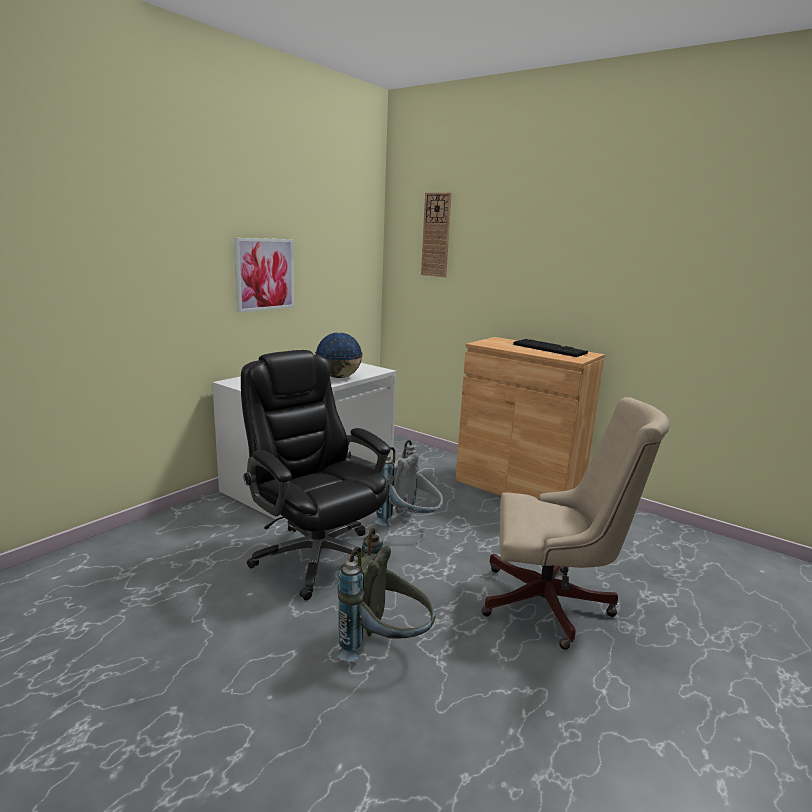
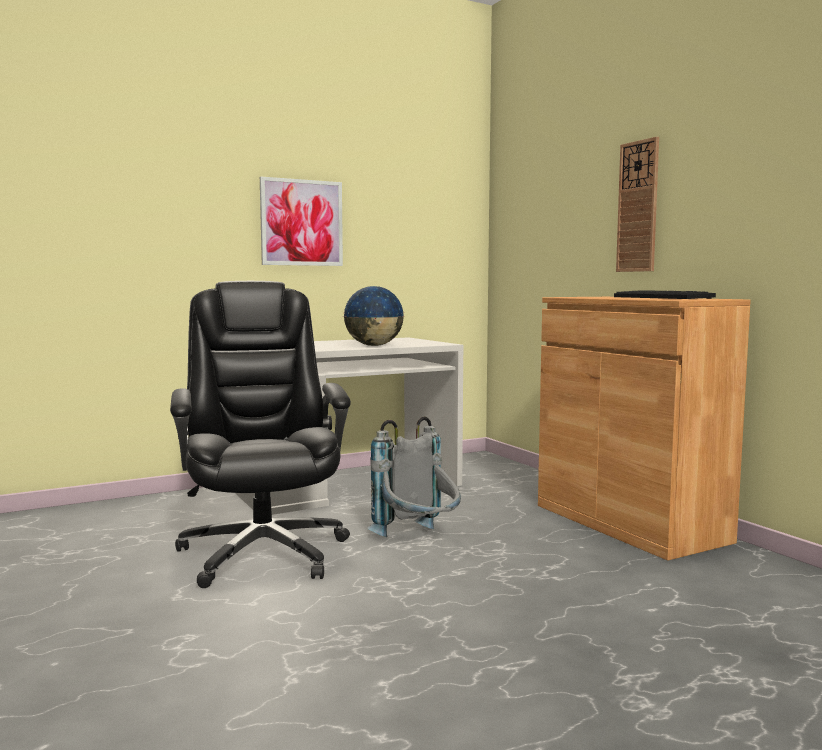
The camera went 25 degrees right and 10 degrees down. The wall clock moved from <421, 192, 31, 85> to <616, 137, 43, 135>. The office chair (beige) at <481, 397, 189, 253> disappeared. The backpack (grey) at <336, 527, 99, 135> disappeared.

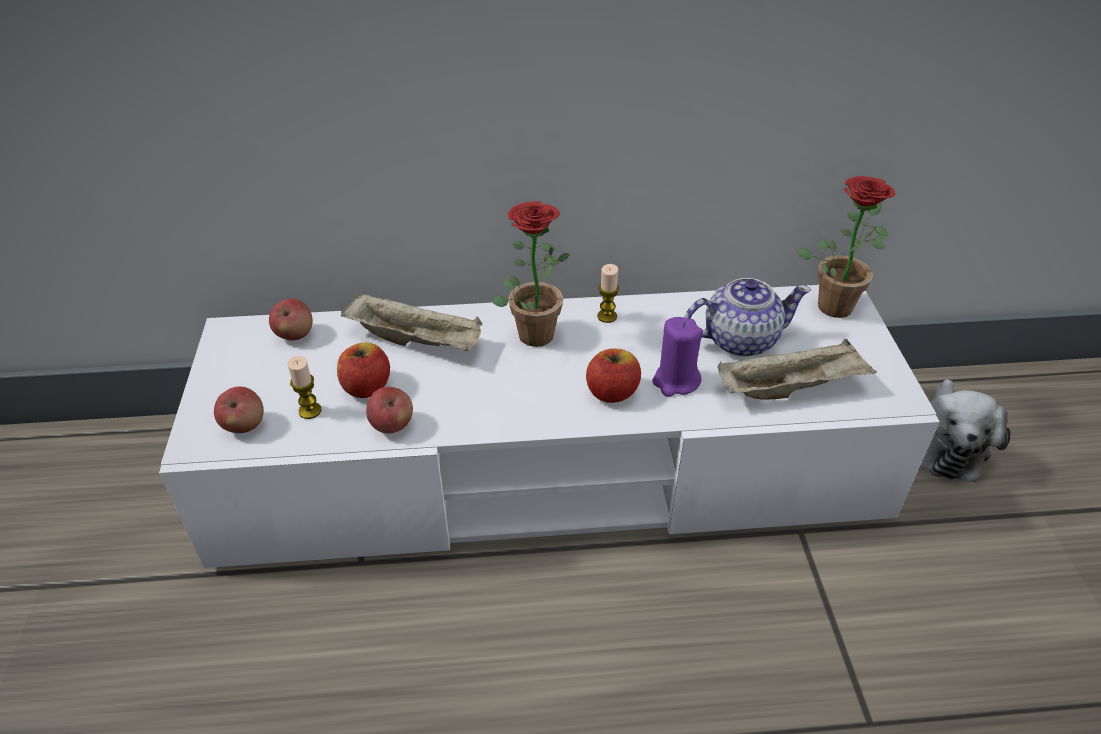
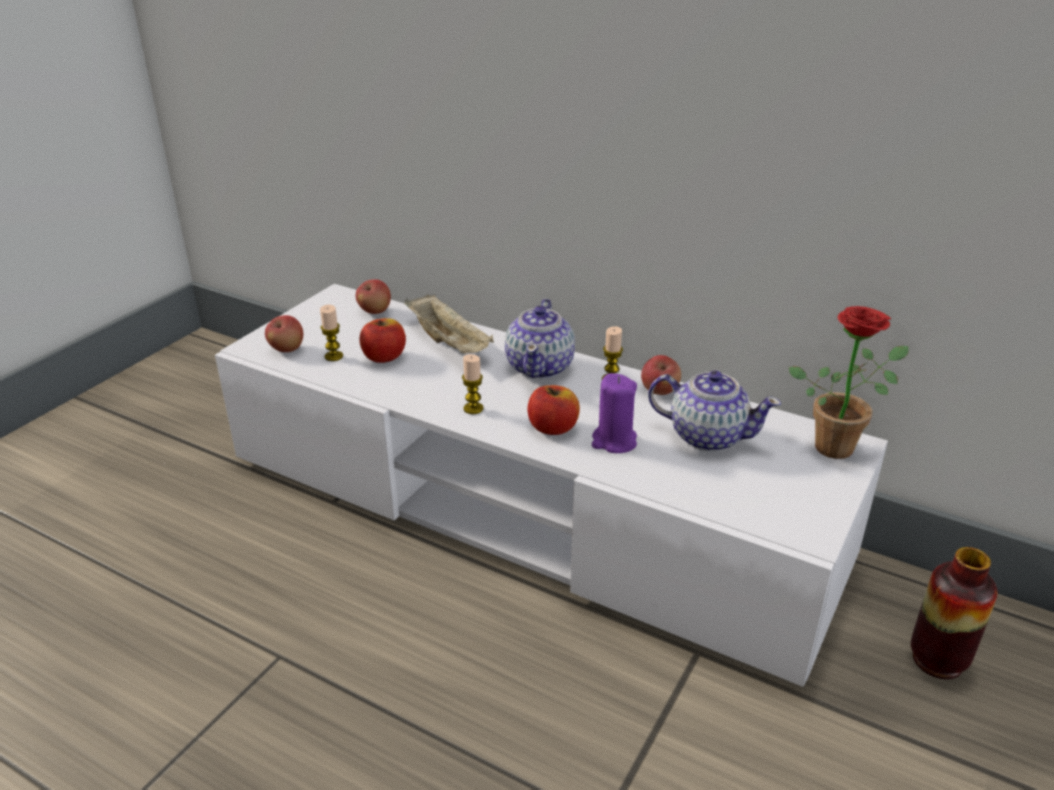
The camera went 35 degrees right and 10 degrees down. The potted plant at <493, 201, 77, 146> was replaced by the teapot at <505, 299, 70, 80>. The tray (beige) at <718, 339, 159, 61> disappeared. The plush toy at <920, 379, 91, 104> was replaced by the vase at <911, 547, 87, 132>. The apple moved from <366, 387, 47, 47> to <641, 355, 40, 40>. The candle at <462, 354, 22, 60> appeared.

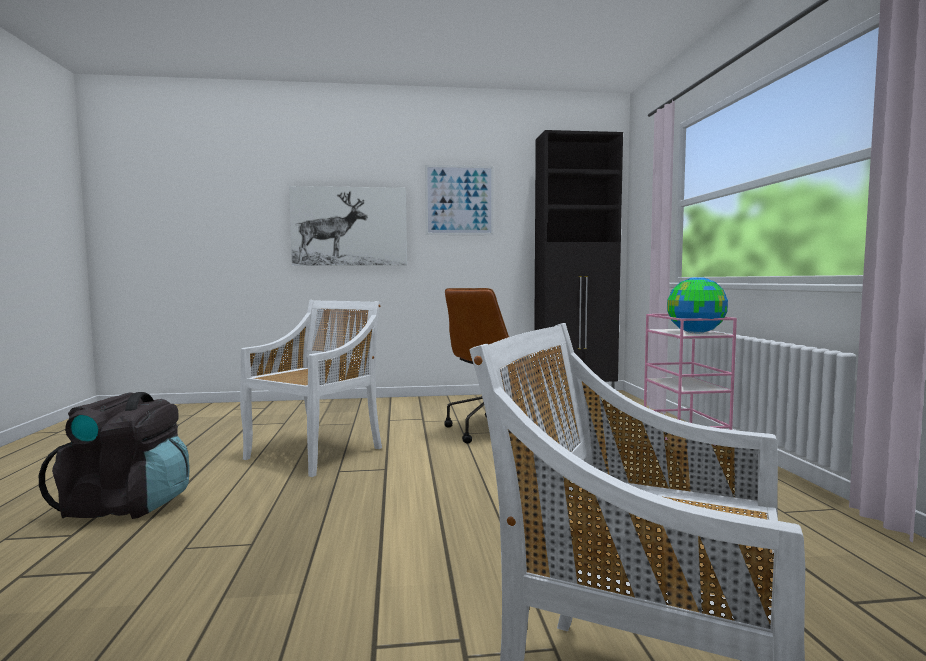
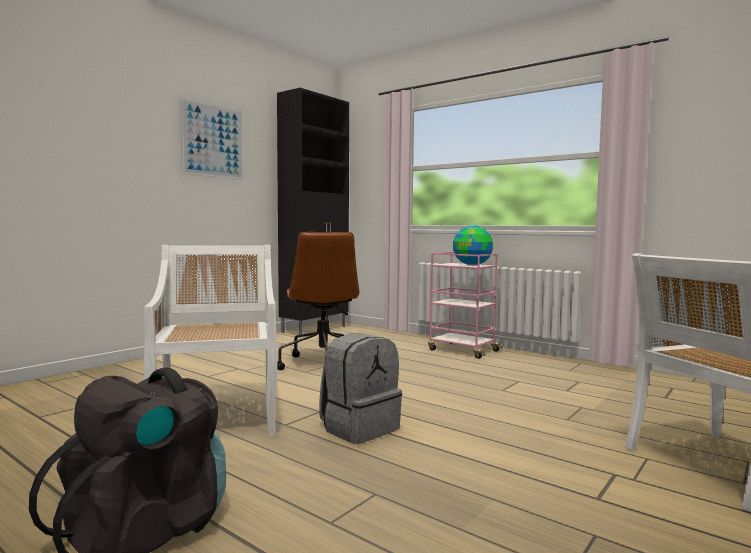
The camera went 45 degrees left and 0 degrees up. The picture at <289, 186, 118, 80> disappeared. The backpack (grey) at <319, 333, 83, 111> appeared.

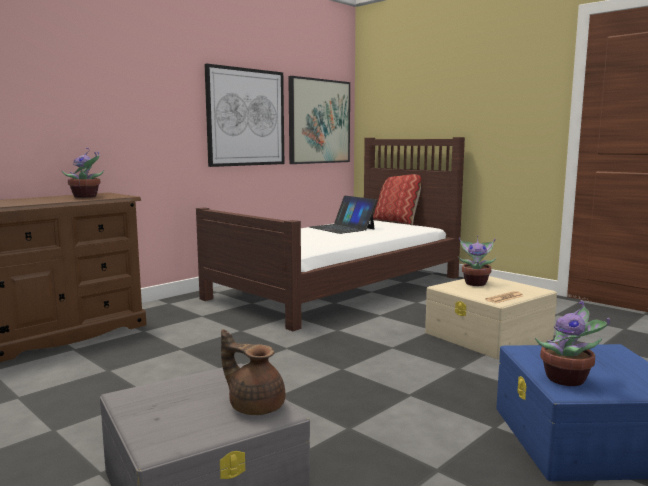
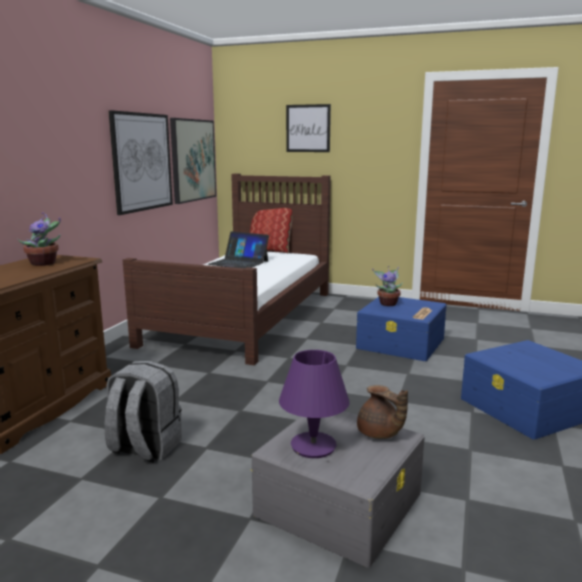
The camera went 25 degrees left and 5 degrees up. The storage box (beige) at <425, 276, 132, 84> became the storage box (blue) at <356, 297, 91, 64>. The potted plant at <535, 300, 75, 86> disappeared. The teapot (brown) at <221, 329, 64, 86> turned 135 degrees counterclockwise. The picture at <286, 104, 45, 48> appeared. The table lamp (purple) at <279, 350, 71, 108> appeared. The backpack (grey) at <104, 361, 78, 102> appeared.

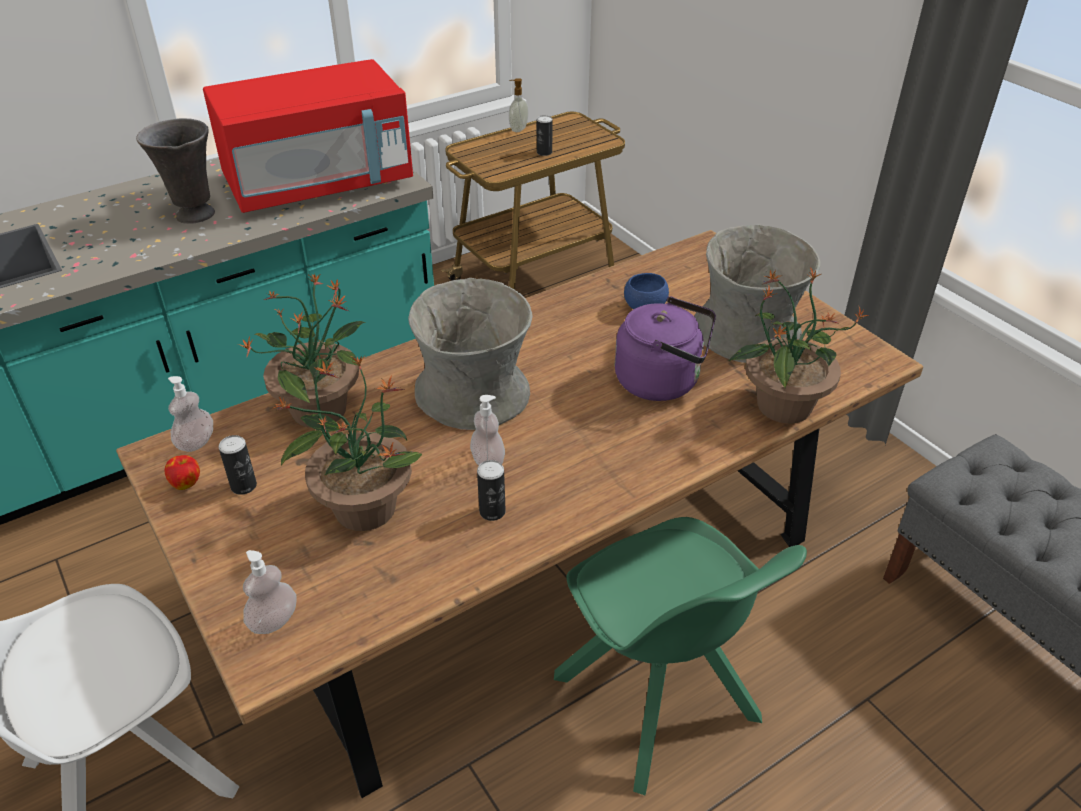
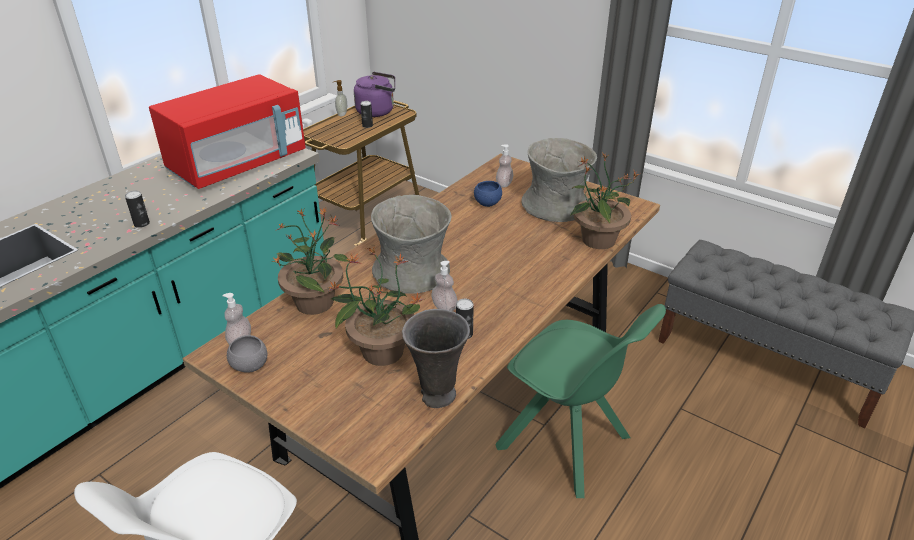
The camera went 20 degrees left and 5 degrees down. The vase (grey) moved from <136, 118, 79, 106> to <402, 309, 68, 99>. The kettle (purple) moved from <615, 297, 101, 104> to <354, 72, 41, 45>. The can moved from <219, 435, 38, 60> to <125, 191, 25, 37>. The apple at <165, 455, 35, 35> was replaced by the bowl (grey) at <227, 335, 40, 38>. The soap dispenser moved from <243, 550, 54, 84> to <496, 144, 17, 43>.

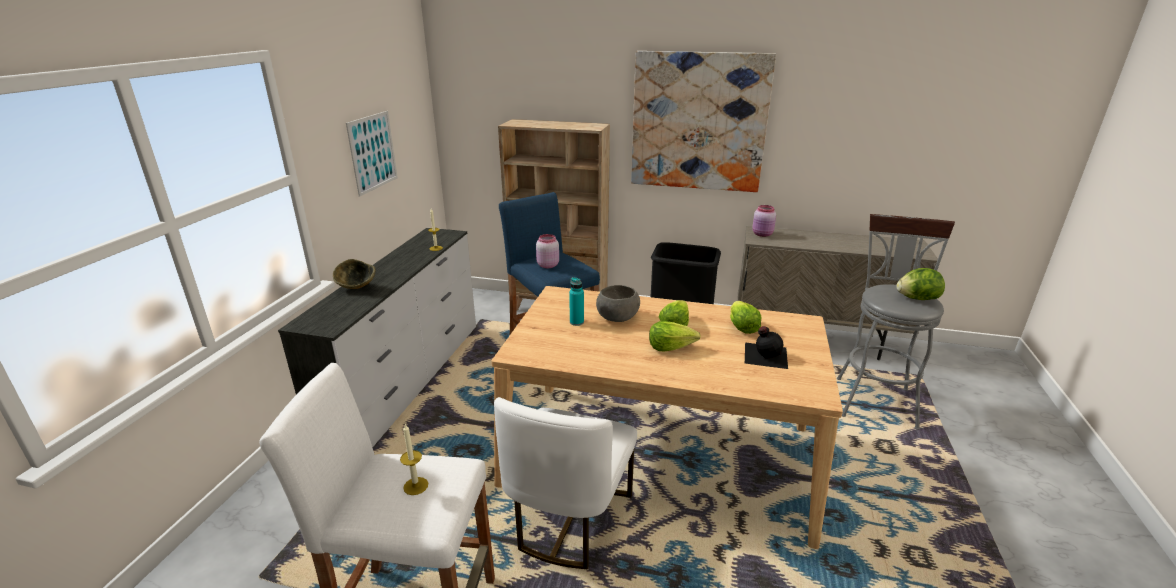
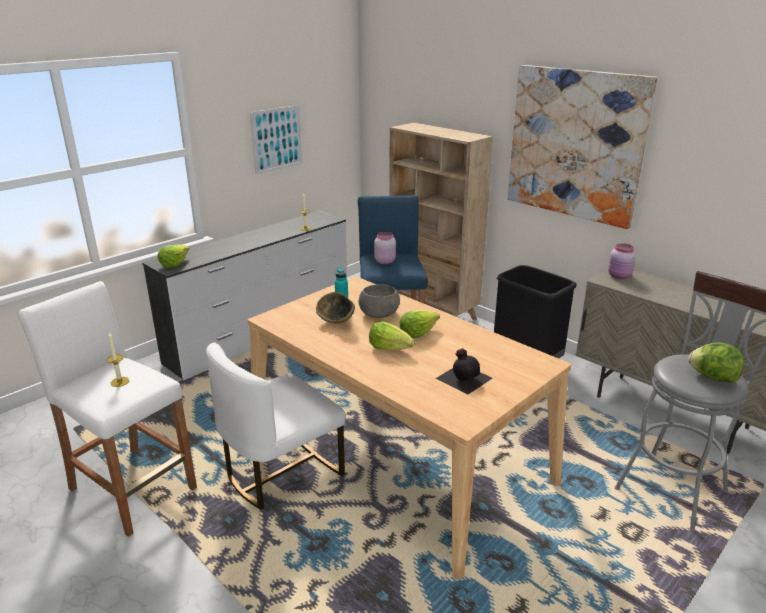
The camera went 30 degrees right and 0 degrees up. The bowl moved from <333, 259, 42, 30> to <316, 292, 39, 32>. The lettuce moved from <730, 301, 32, 33> to <157, 244, 32, 24>.

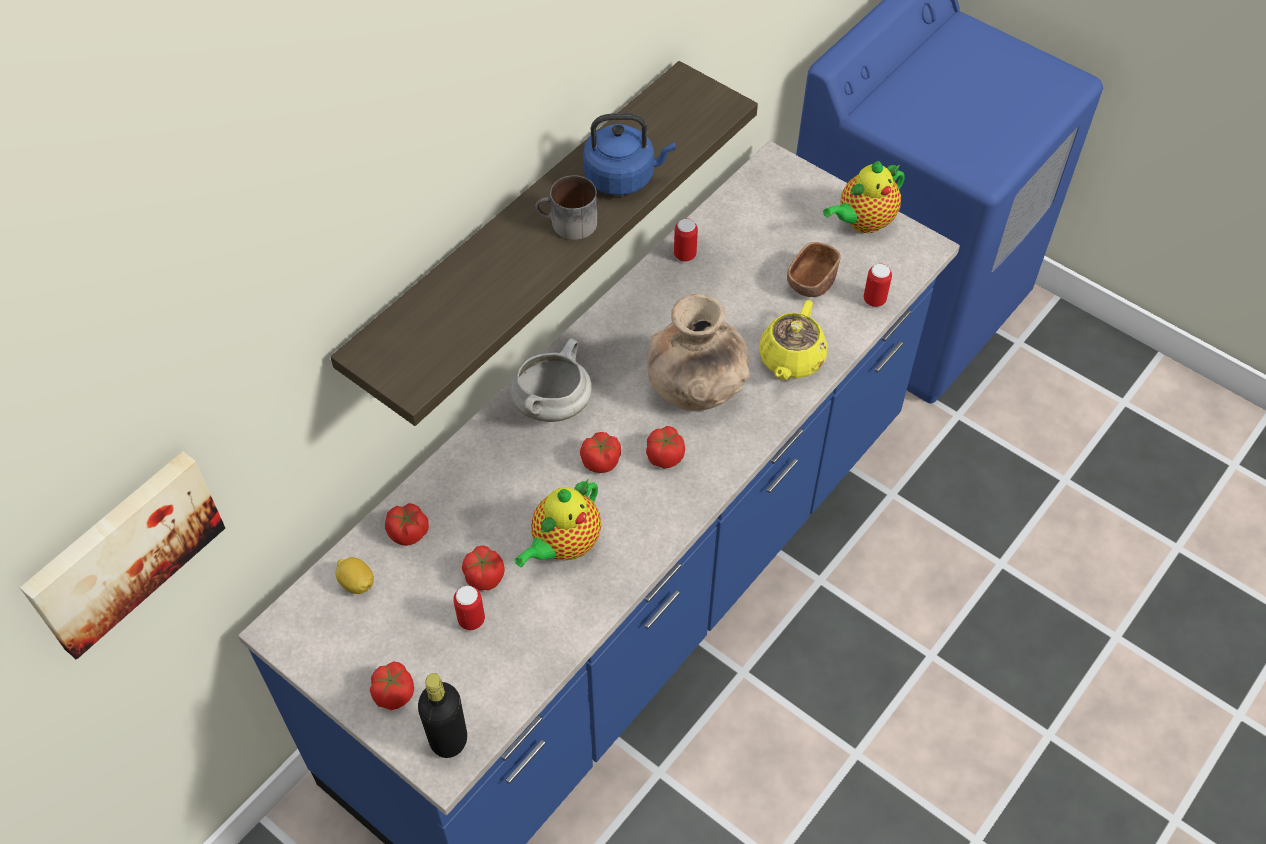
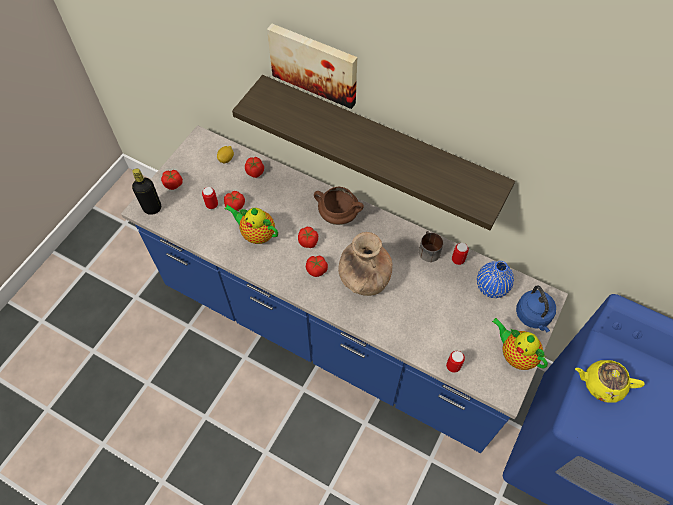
The camera went 80 degrees right and 5 degrees up. The kettle (blue) moved from <583, 113, 93, 82> to <516, 285, 40, 47>. The mug moved from <535, 175, 62, 65> to <419, 231, 24, 31>. The bowl (brown) at <787, 242, 54, 55> disappeared. The teapot (yellow) moved from <759, 300, 69, 80> to <575, 360, 70, 43>. The cooking pot (white) at <510, 339, 82, 83> became the cooking pot (brown) at <314, 187, 50, 38>. The picture moved from <20, 451, 205, 208> to <267, 24, 90, 85>. The vase (blue) at <477, 261, 37, 37> appeared.

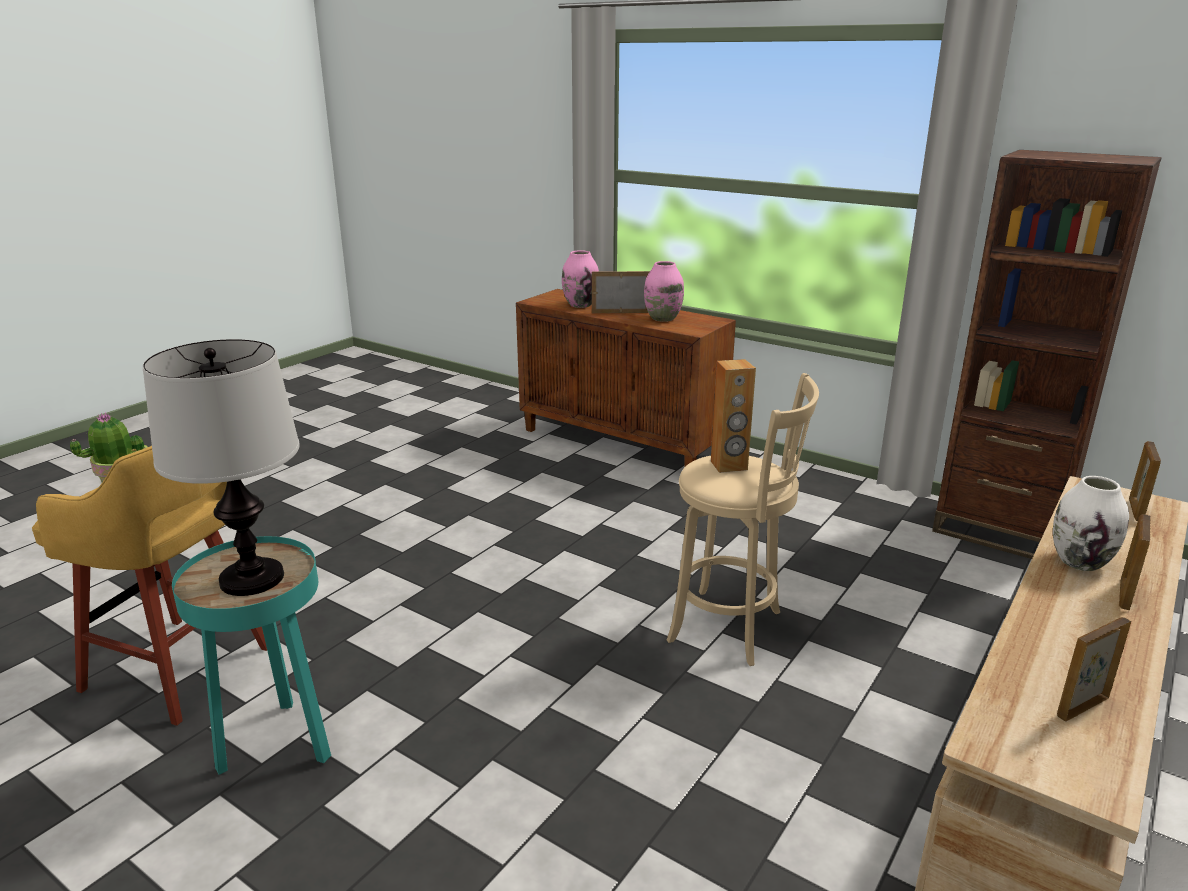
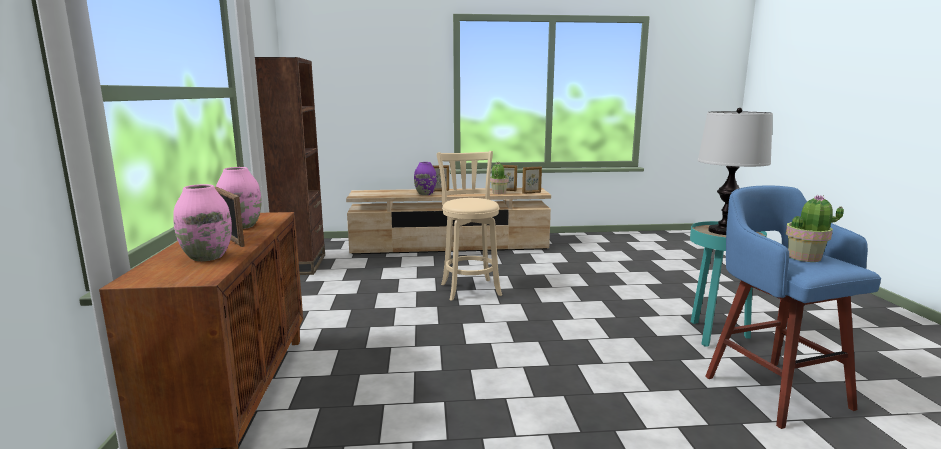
The camera went 130 degrees left and 10 degrees down. The speaker (brown) at <711, 359, 45, 114> disappeared. The picture frame moved from <1129, 441, 32, 80> to <522, 166, 20, 28>. The stool (yellow) at <32, 446, 235, 280> became the stool (blue) at <705, 186, 176, 243>. The vase (white) at <1053, 476, 76, 95> became the vase (purple) at <414, 162, 23, 33>. The potted plant at <490, 162, 19, 32> appeared.

